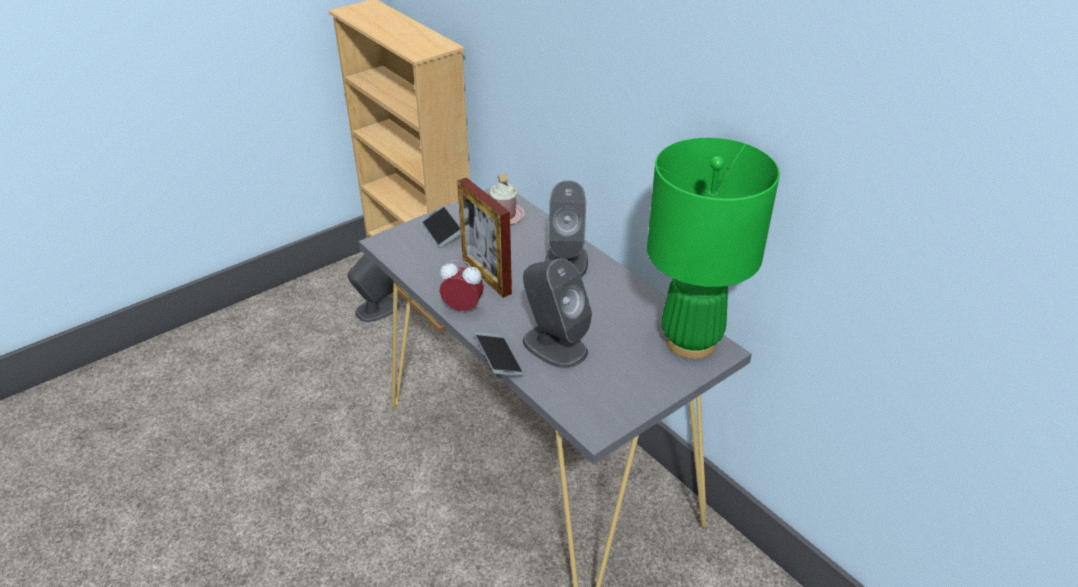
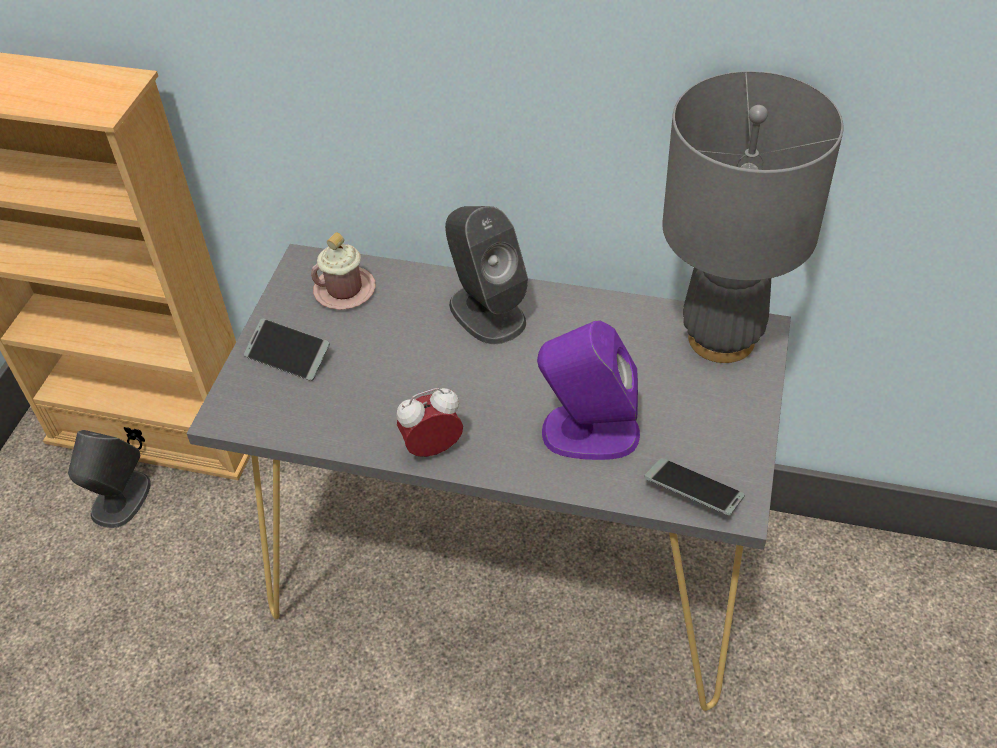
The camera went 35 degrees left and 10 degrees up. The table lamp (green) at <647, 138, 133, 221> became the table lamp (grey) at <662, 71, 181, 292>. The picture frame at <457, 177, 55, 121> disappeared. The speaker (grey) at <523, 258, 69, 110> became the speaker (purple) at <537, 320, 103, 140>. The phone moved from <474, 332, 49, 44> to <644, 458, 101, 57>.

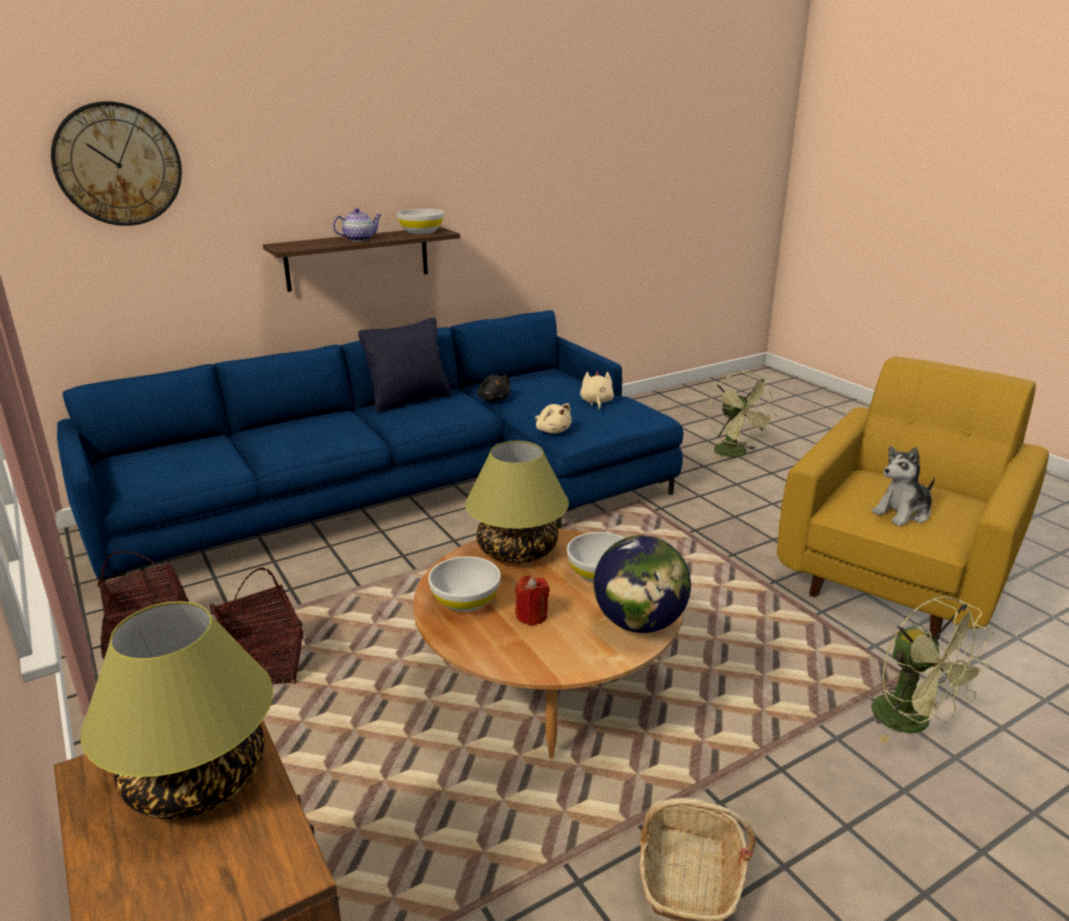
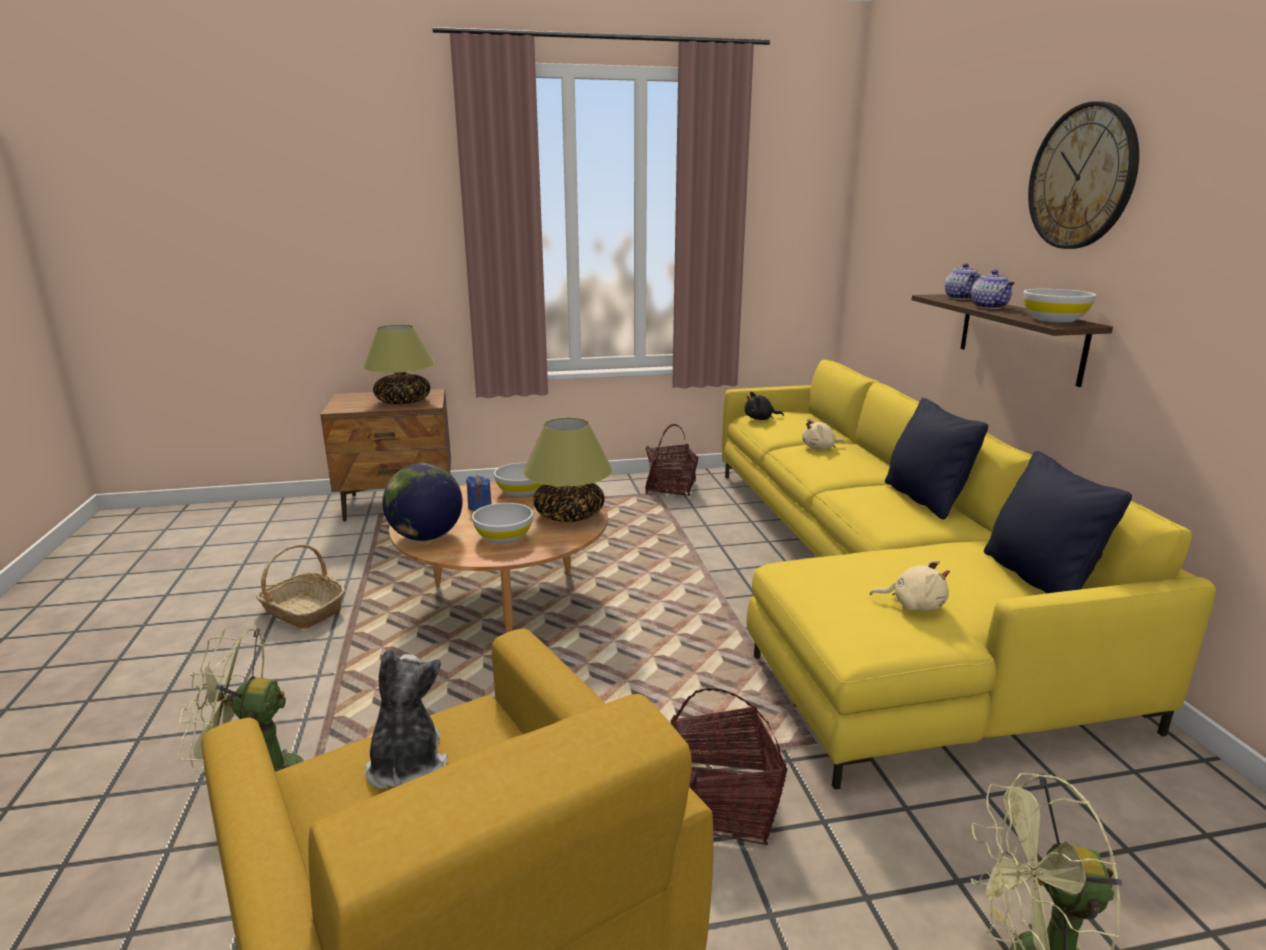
The camera went 110 degrees right and 5 degrees down. The wall clock moved from <51, 101, 131, 125> to <1028, 101, 111, 148>. The sofa (blue) at <57, 310, 626, 276> became the sofa (yellow) at <722, 360, 494, 430>. The plush toy (black) moved from <478, 375, 33, 27> to <744, 392, 40, 28>. The plush toy (beige) moved from <535, 403, 37, 31> to <802, 418, 42, 32>. The basket moved from <210, 567, 94, 117> to <670, 688, 117, 157>. The candle (red) at <515, 576, 35, 50> became the candle (blue) at <466, 475, 26, 36>. The teapot at <945, 263, 35, 37> appeared. The pillow (black) at <984, 451, 148, 143> appeared.

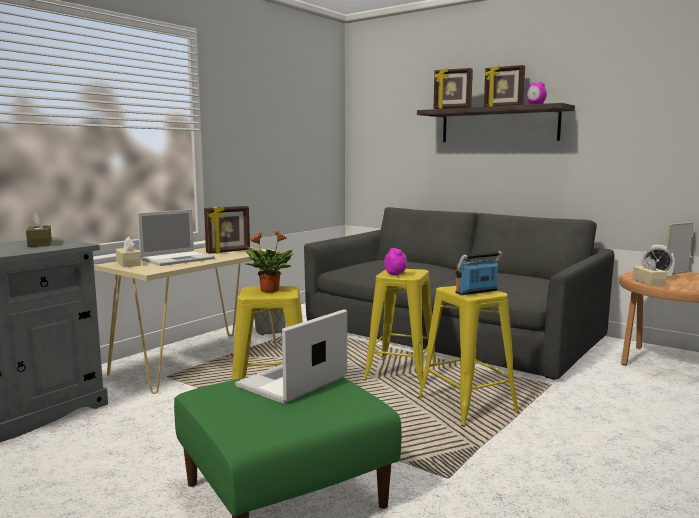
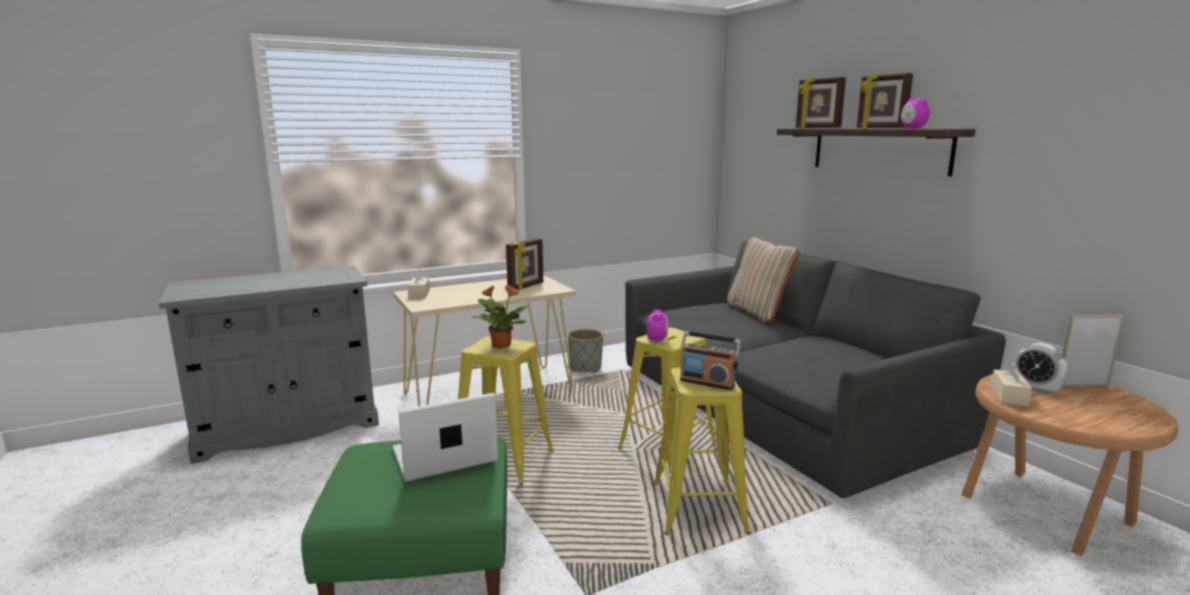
The camera went 25 degrees right and 5 degrees up. The picture frame at <204, 206, 46, 48> turned 45 degrees counterclockwise. The laptop at <137, 209, 78, 57> disappeared. The tissue box (brown) at <26, 212, 26, 35> disappeared. The radio at <455, 251, 47, 44> turned 150 degrees counterclockwise. The pillow (beige) at <727, 237, 72, 86> appeared.

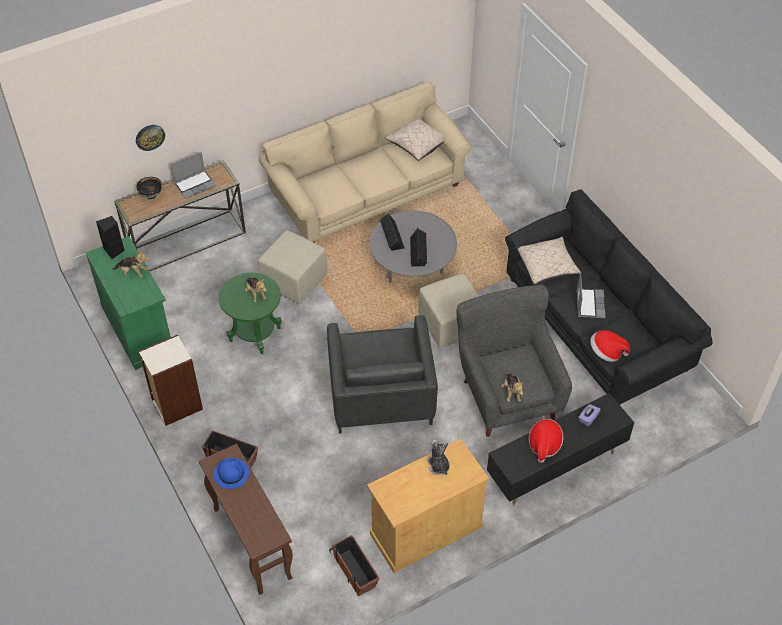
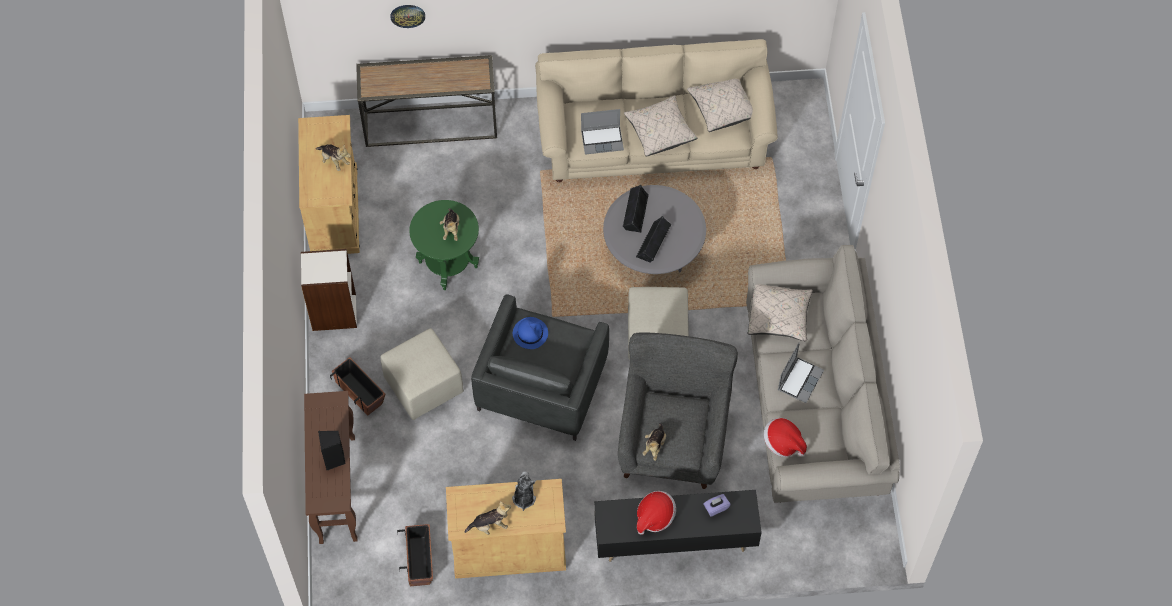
The camera went 25 degrees right and 10 degrees up. The laptop moved from <171, 152, 45, 47> to <581, 109, 43, 46>. The bowl (black) at <136, 177, 26, 22> disappeared. The sofa (black) at <505, 189, 208, 216> became the sofa (beige) at <746, 245, 154, 258>. The speaker (black) moved from <96, 216, 29, 43> to <318, 431, 28, 39>. The ottoman (beige) moved from <258, 230, 70, 75> to <381, 328, 83, 92>. The cabinet (green) at <86, 236, 85, 134> became the cabinet (beige) at <298, 115, 62, 139>. The hat (blue) moved from <214, 458, 35, 31> to <513, 317, 35, 32>. The pillow (beige) at <624, 95, 73, 62> appeared. The plush toy at <464, 501, 47, 34> appeared.

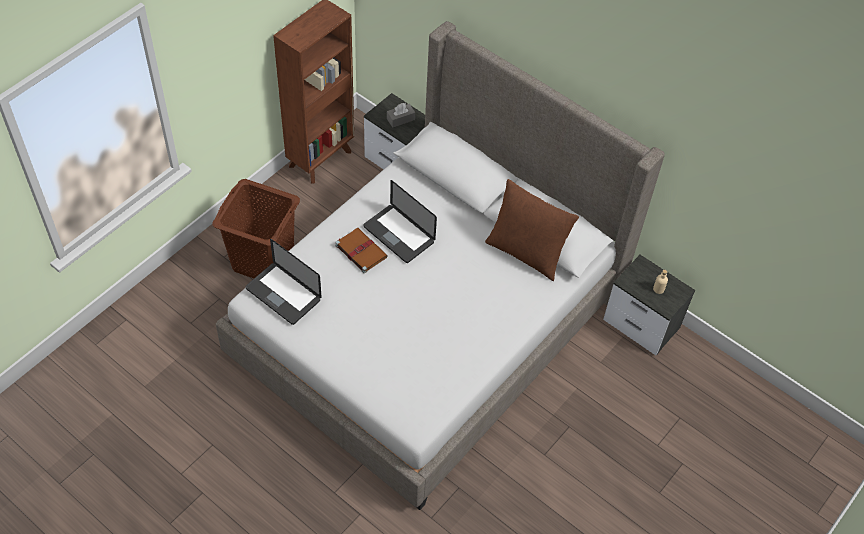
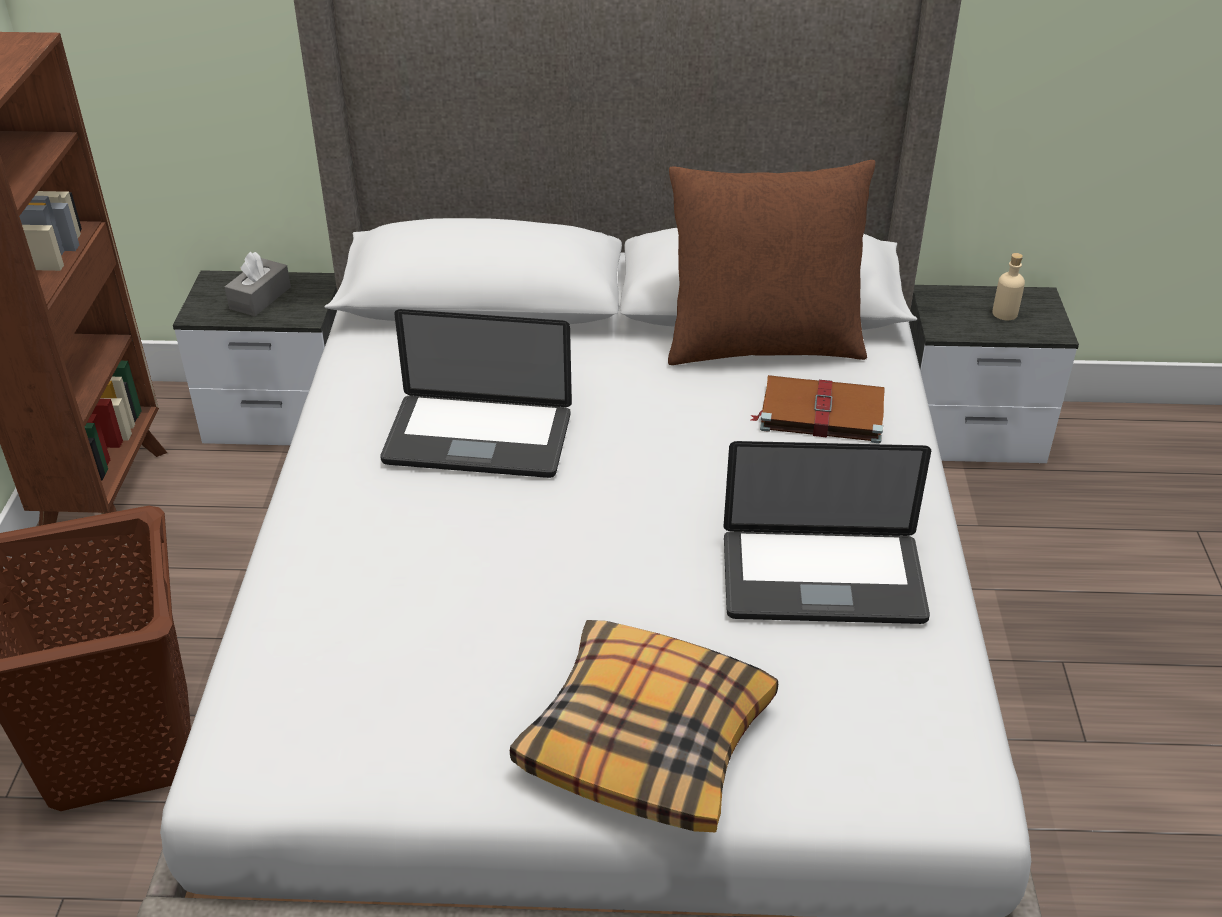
The camera went 35 degrees left and 15 degrees down. The book (brown) moved from <335, 228, 53, 45> to <751, 375, 134, 68>. The laptop moved from <246, 239, 76, 86> to <723, 441, 208, 183>. The pillow at <510, 620, 268, 212> appeared.

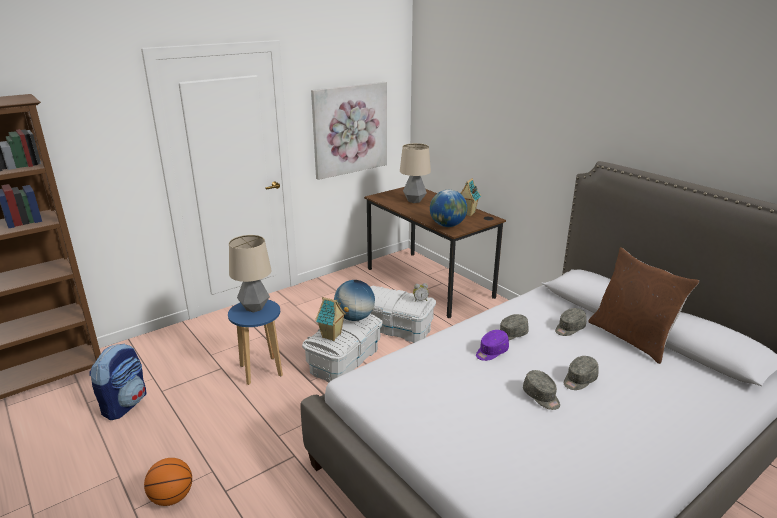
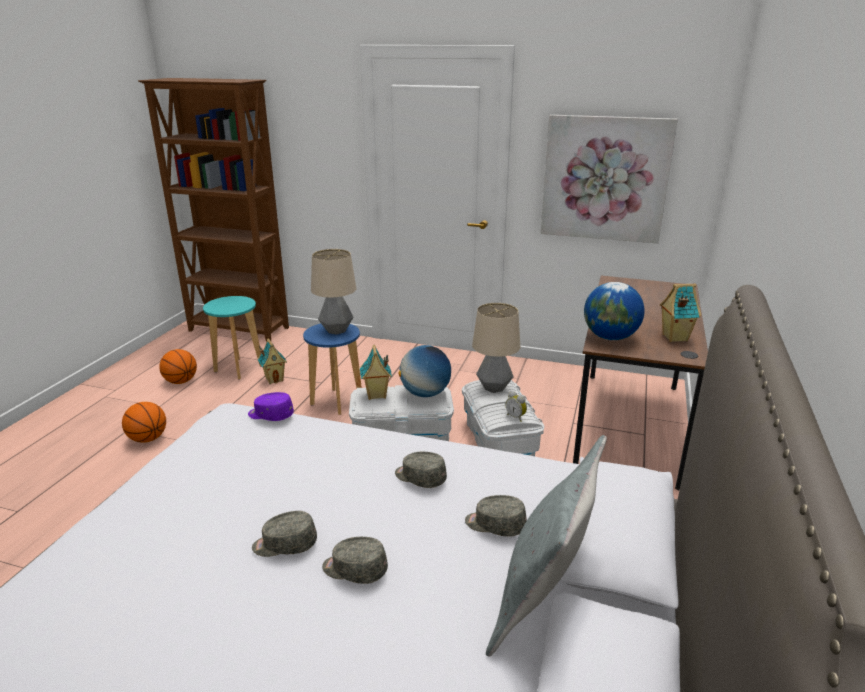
The camera went 55 degrees right and 0 degrees up. The table lamp moved from <400, 143, 31, 60> to <472, 303, 48, 90>. The pillow (brown) at <588, 247, 112, 117> became the pillow (grey) at <486, 435, 121, 222>. The cap (purple) moved from <476, 330, 33, 31> to <248, 392, 46, 29>. The backpack at <89, 344, 58, 76> was replaced by the stool (turquoise) at <203, 296, 58, 83>. The cap (grey) at <523, 370, 37, 40> turned 60 degrees clockwise. The toy house at <258, 339, 29, 45> appeared. The basketball at <159, 349, 38, 35> appeared.

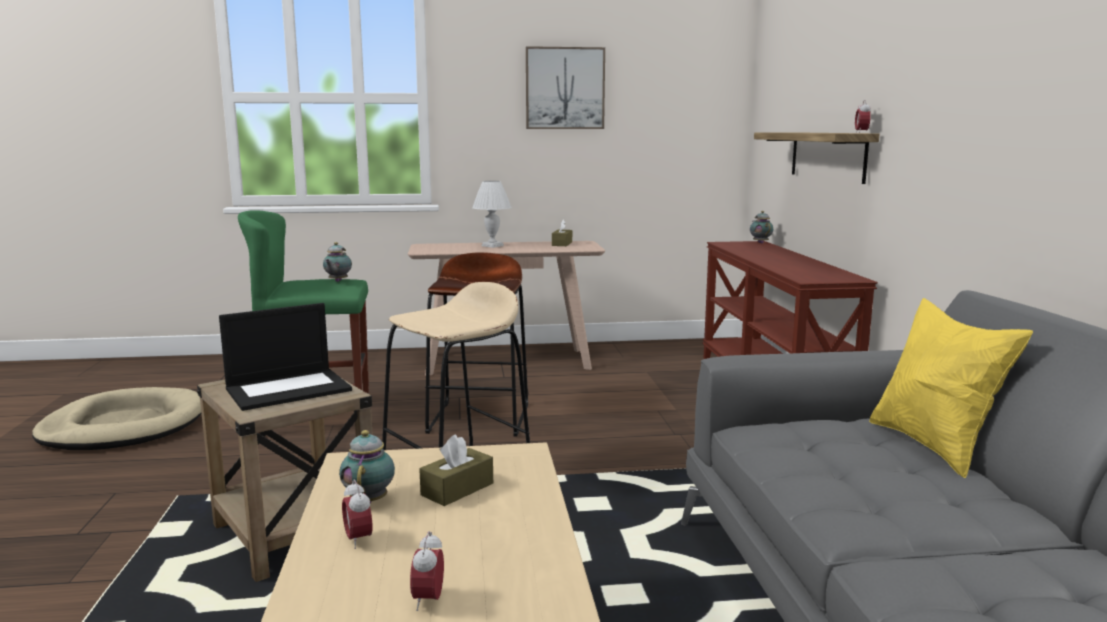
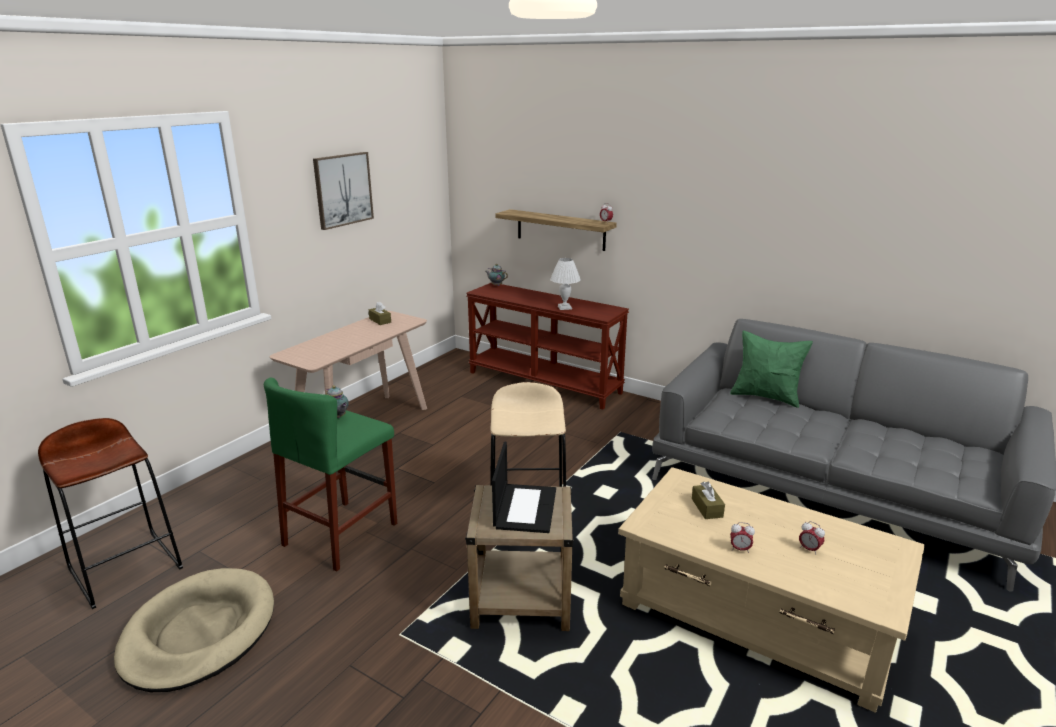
The camera went 50 degrees left and 10 degrees up. The table lamp (white) moved from <472, 181, 40, 67> to <550, 258, 31, 52>. The stool (brown) moved from <425, 252, 103, 185> to <38, 418, 145, 191>. The pillow (yellow) at <869, 298, 164, 180> became the pillow (green) at <730, 330, 83, 78>. The teapot at <339, 430, 56, 73> disappeared.

